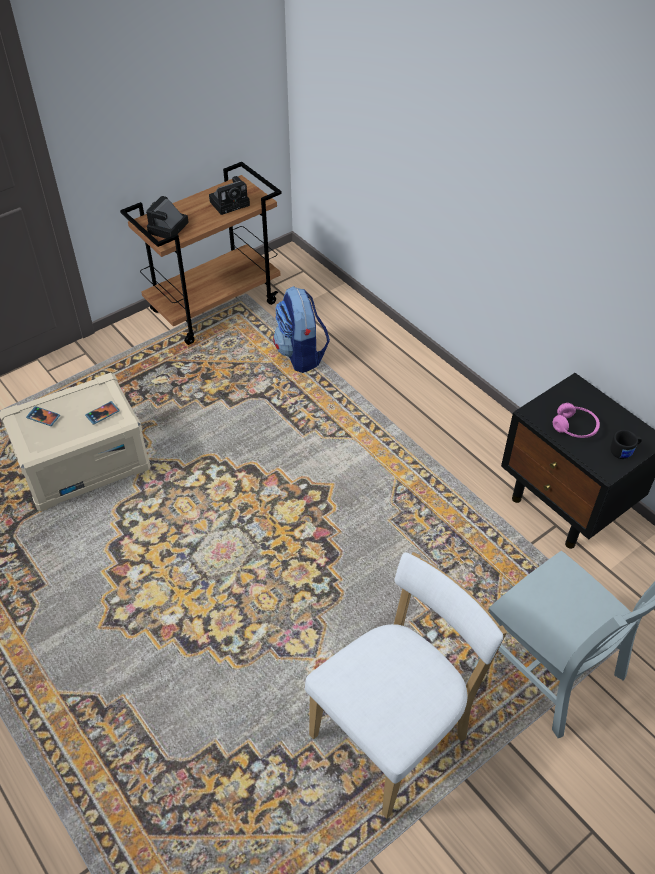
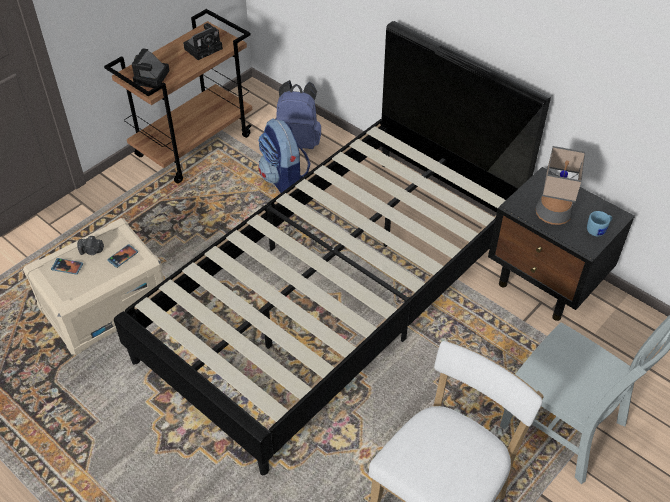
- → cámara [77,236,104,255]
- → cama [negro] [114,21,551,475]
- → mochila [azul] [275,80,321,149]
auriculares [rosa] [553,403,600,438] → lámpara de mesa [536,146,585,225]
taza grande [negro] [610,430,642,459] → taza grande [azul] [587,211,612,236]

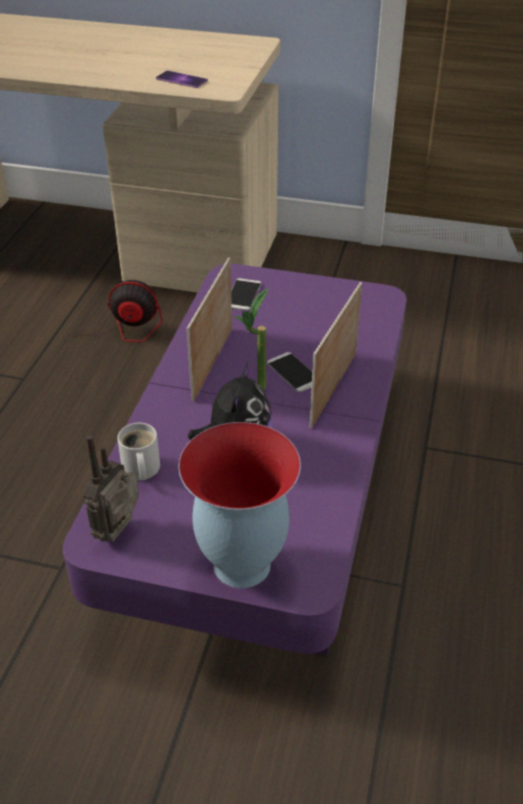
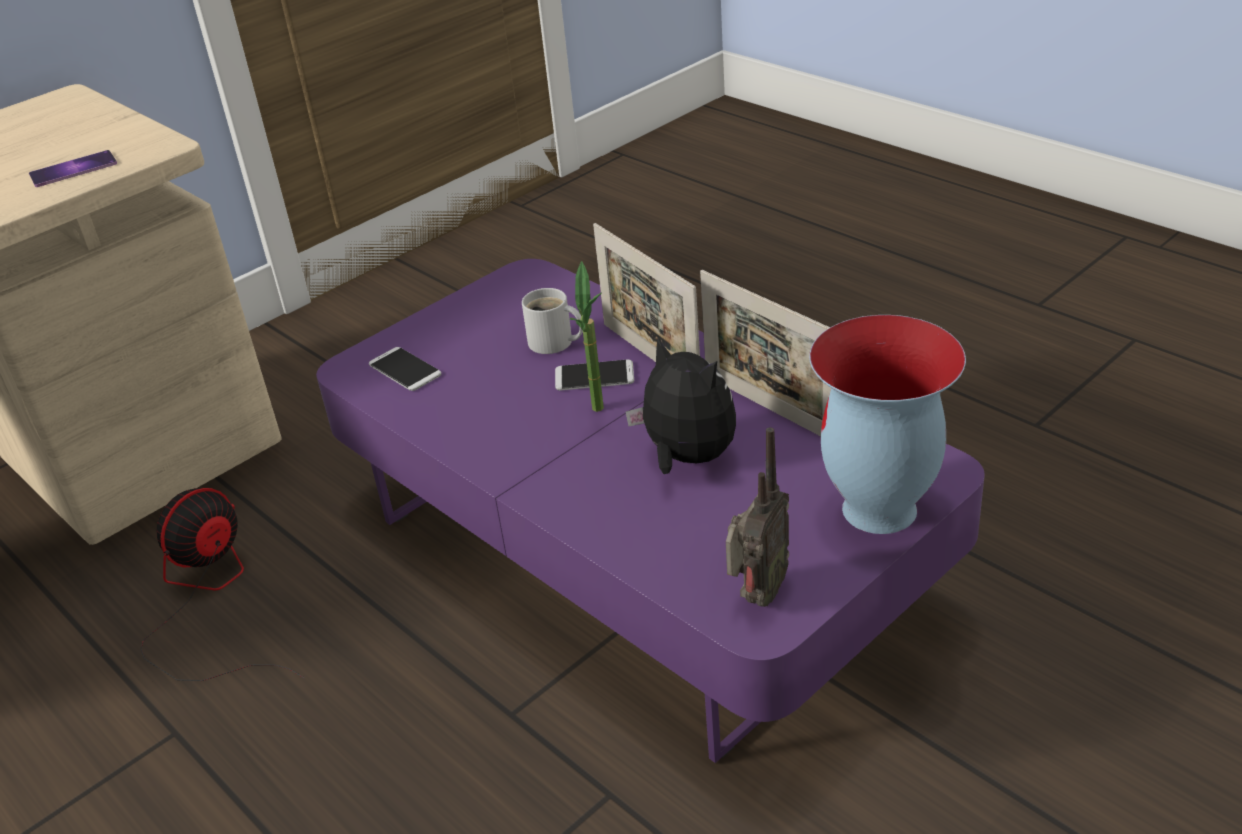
taza grande [blanco] [117,423,160,481] → taza grande [blanco] [522,288,583,354], shifted
portarretratos [187,258,232,402] → portarretratos [700,270,831,436], shifted
radio [83,435,139,542] → radio [726,427,789,607], 120 degrees counterclockwise

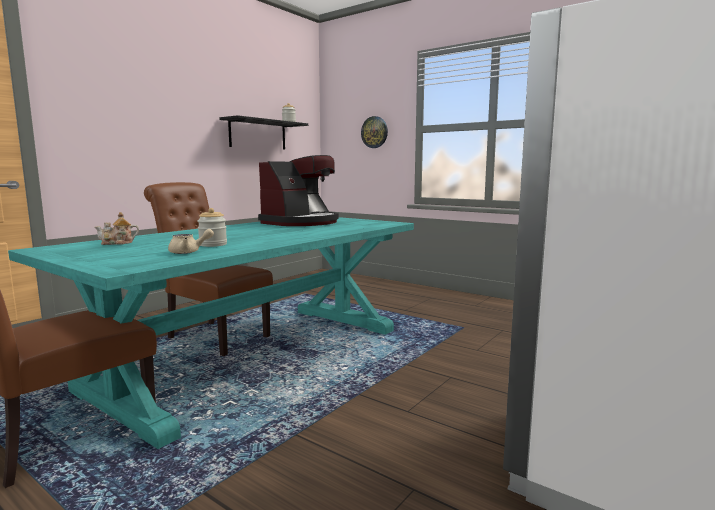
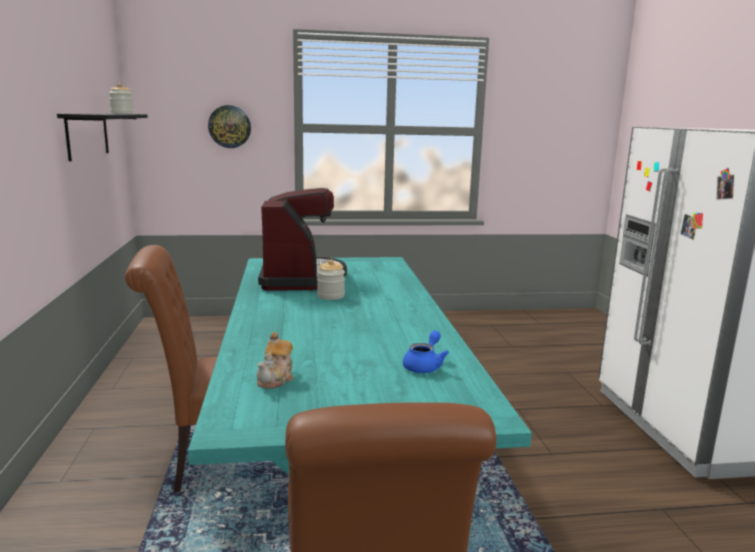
tarro [198,208,227,247] → tarro [317,259,345,300], shifted
tetera [beis] [168,229,214,254] → tetera [azul] [403,331,449,373]

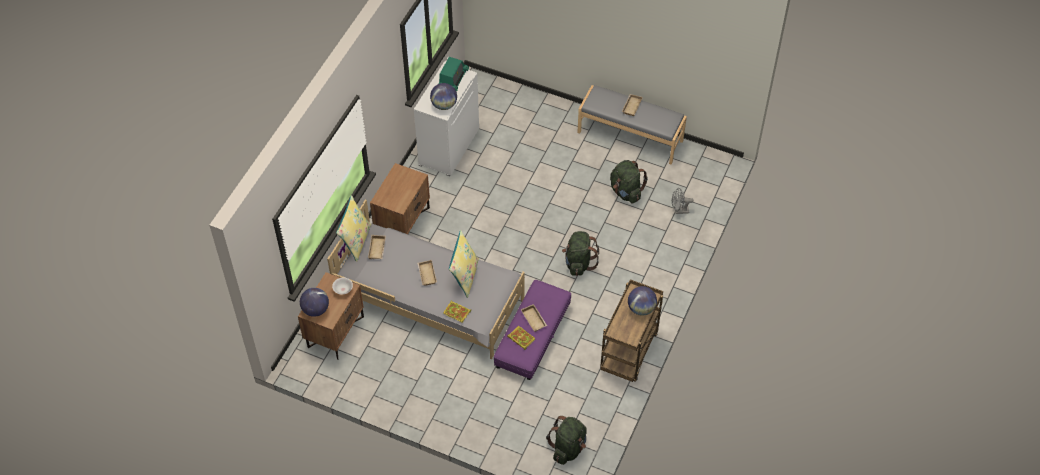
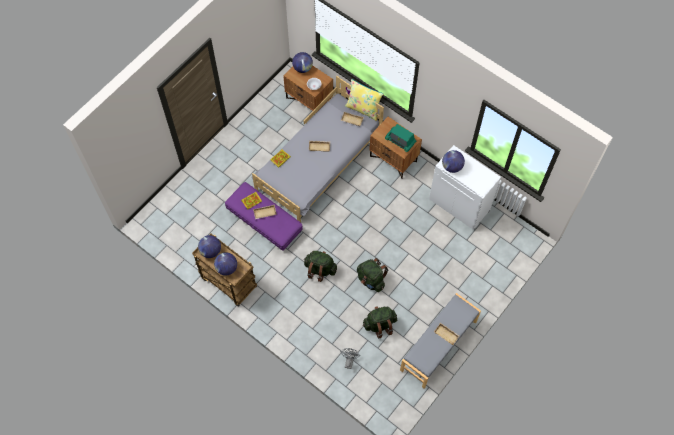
cojín [amarillo] [449,230,479,298] → -
- → globo terráqueo [198,235,221,258]
radio [439,57,469,91] → radio [385,124,416,152], shifted
mochila [verde] [546,416,587,465] → mochila [verde] [357,258,388,292], shifted

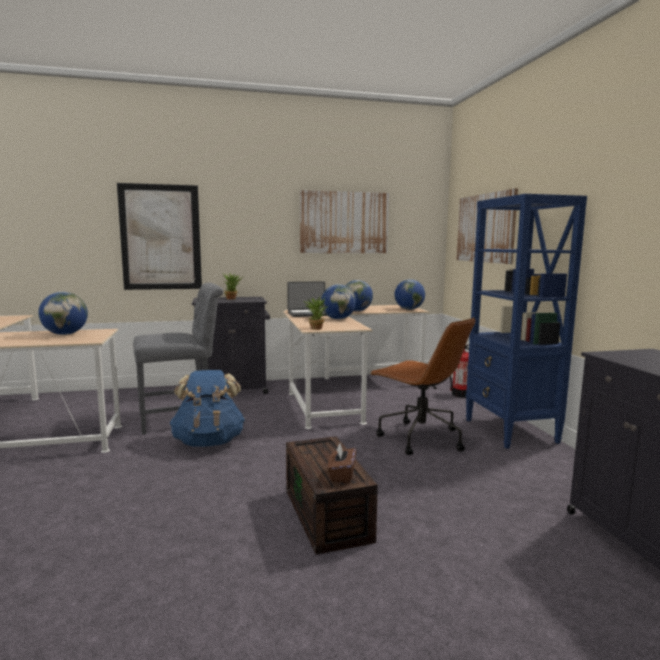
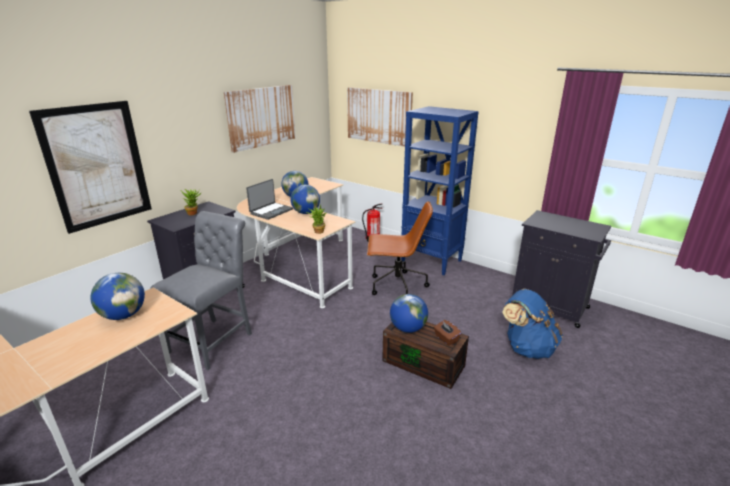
mochila [azul] [170,370,245,447] → mochila [azul] [502,289,563,359], shifted
globo terráqueo [395,279,425,310] → globo terráqueo [390,294,428,333], shifted

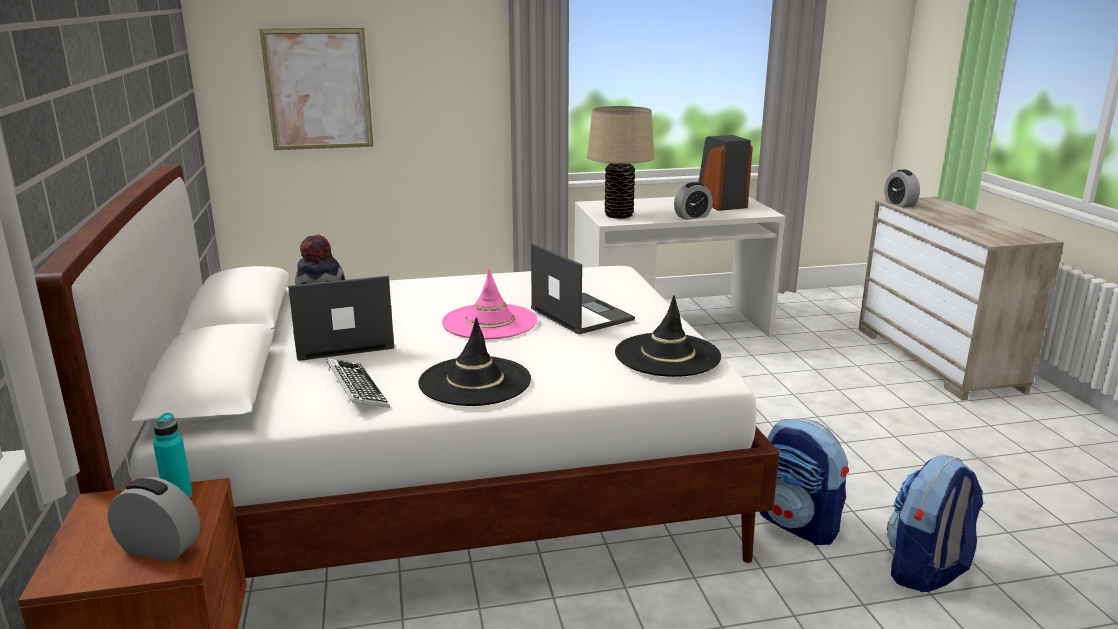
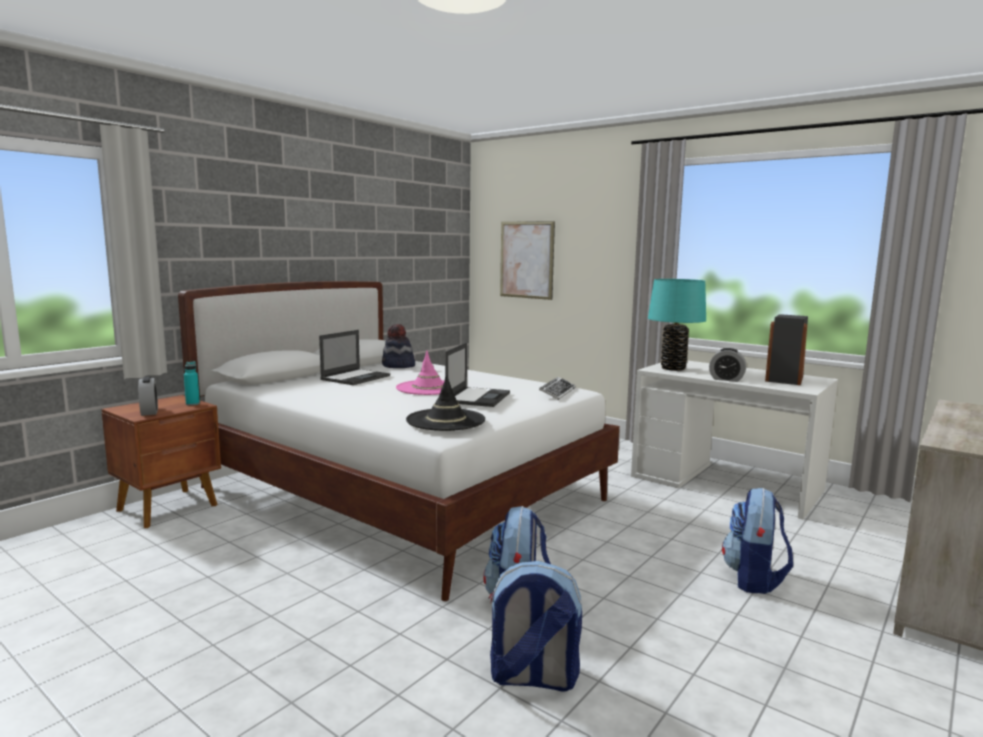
sombrero [negro] [418,318,531,406] → -
despertador [884,170,920,208] → -
- → mochila [722,488,793,594]
teclado [327,358,390,408] → teclado [539,377,576,400], shifted
lámpara de mesa [beis] [587,106,654,219] → lámpara de mesa [turquesa] [648,279,706,371]
portátil [288,276,394,361] → portátil [319,330,390,385], 90 degrees clockwise

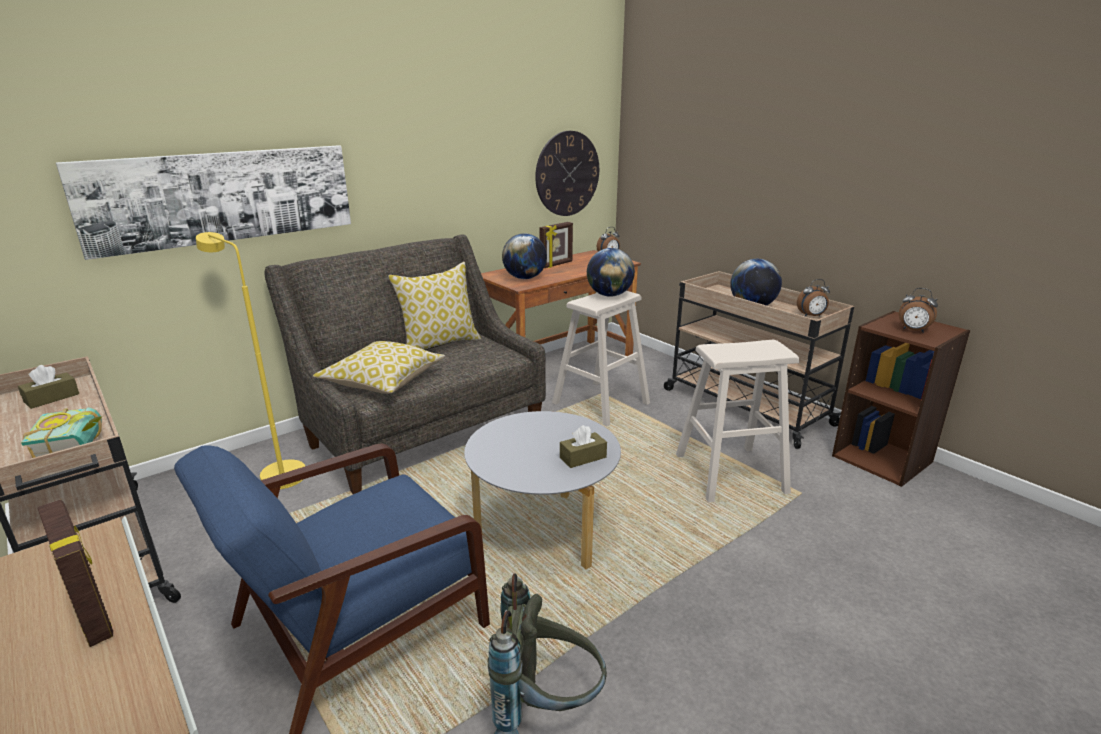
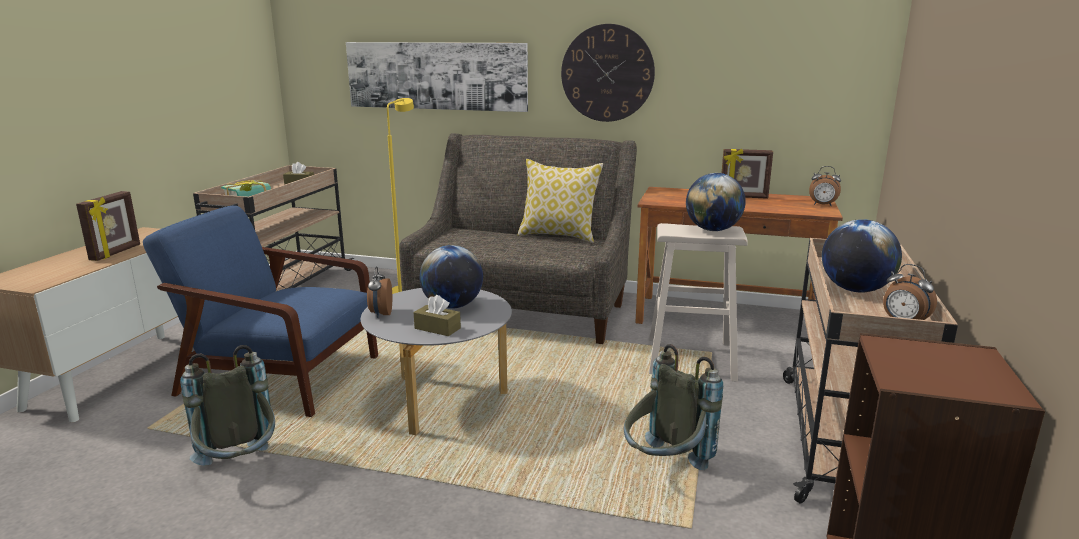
cojín [313,341,445,394] → -
globo terráqueo [502,233,547,279] → globo terráqueo [419,245,483,309], shifted
reloj de pared [535,131,599,216] → reloj de pared [561,24,655,122], shifted
despertador [899,288,938,333] → despertador [367,266,392,318], shifted
taburete [beis] [676,340,799,503] → mochila [gris] [624,344,723,470]

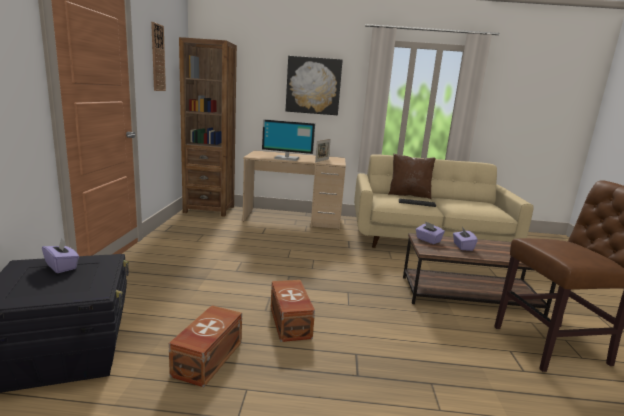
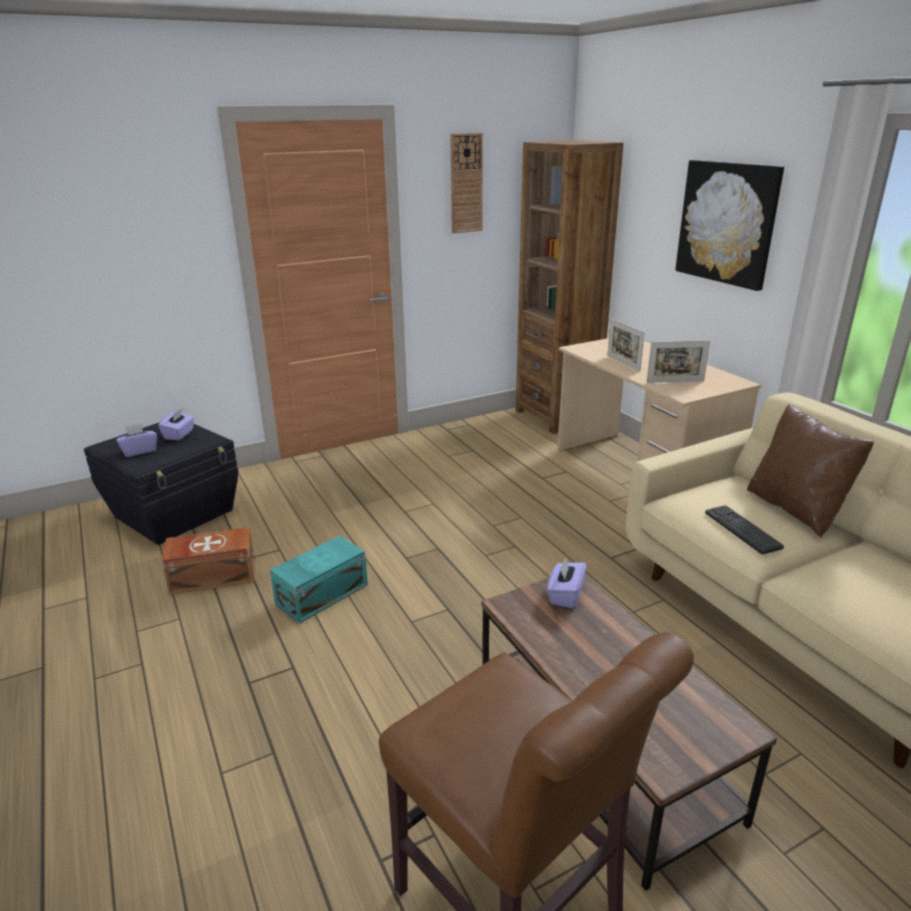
caja de pañuelos [morado] [453,227,478,251] → caja de pañuelos [morado] [116,423,157,457], shifted
monitor [262,119,315,161] → portarretratos [607,319,645,371]
caja de almacenaje [marrón] [271,280,315,342] → caja de almacenaje [turquesa] [270,536,368,624]

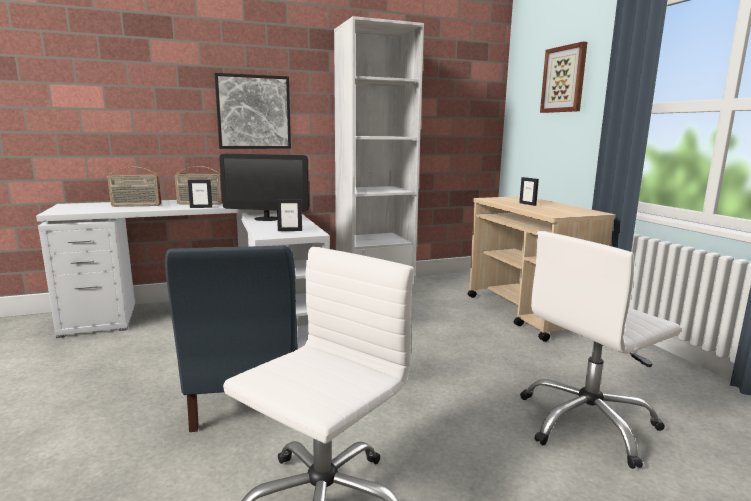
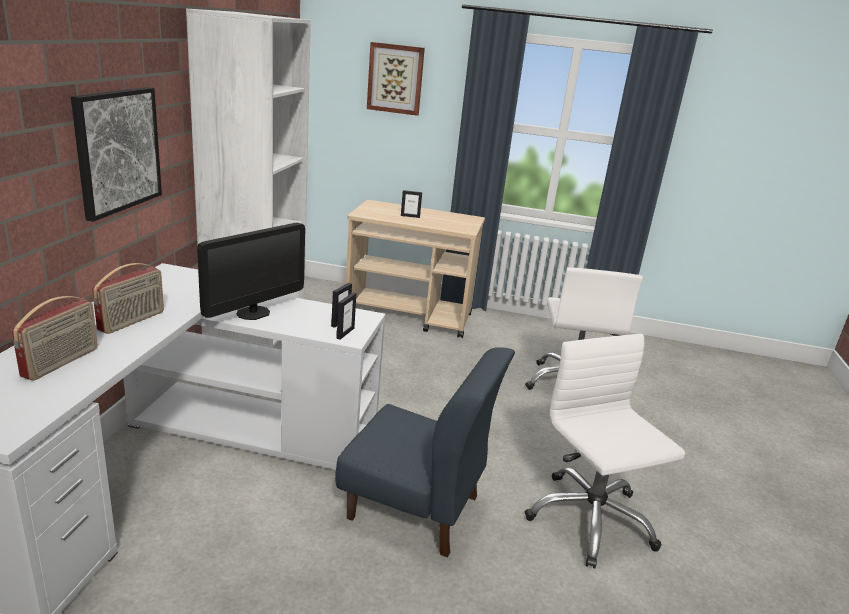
portarretratos [188,180,212,208] → portarretratos [336,293,356,340], shifted

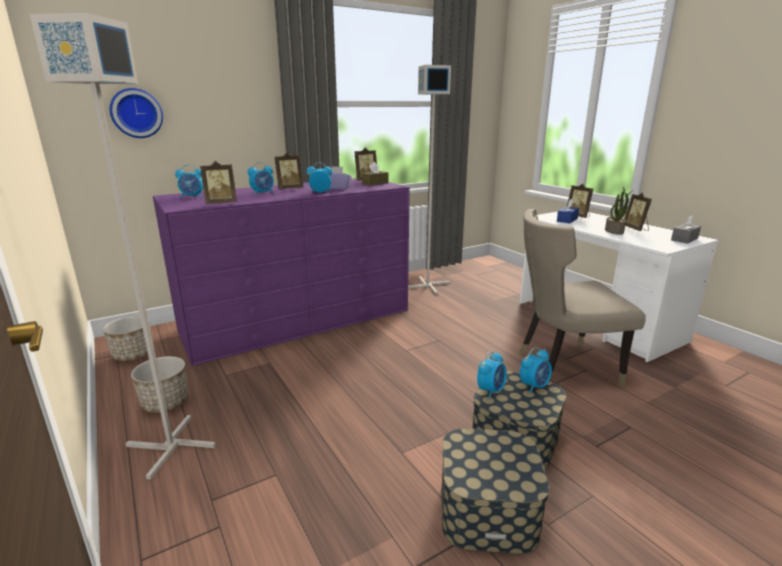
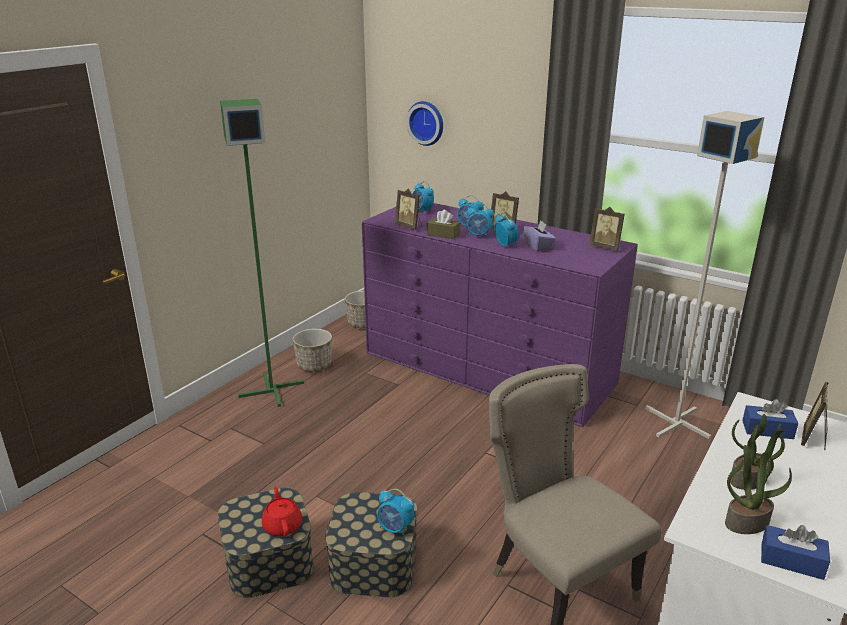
portarretratos [624,193,652,231] → -
- → tetera [rojo] [262,486,302,536]
- → planta en maceta [725,445,792,534]
caja de pañuelos [marrón] [362,162,389,186] → caja de pañuelos [marrón] [427,210,460,239], shifted
despertador [477,351,507,399] → despertador [467,203,494,238], shifted
lámpara de pie [gris] [30,13,216,479] → lámpara de pie [verde] [220,99,304,407]
caja de pañuelos [gris] [671,215,701,244] → caja de pañuelos [azul] [761,525,830,580]

